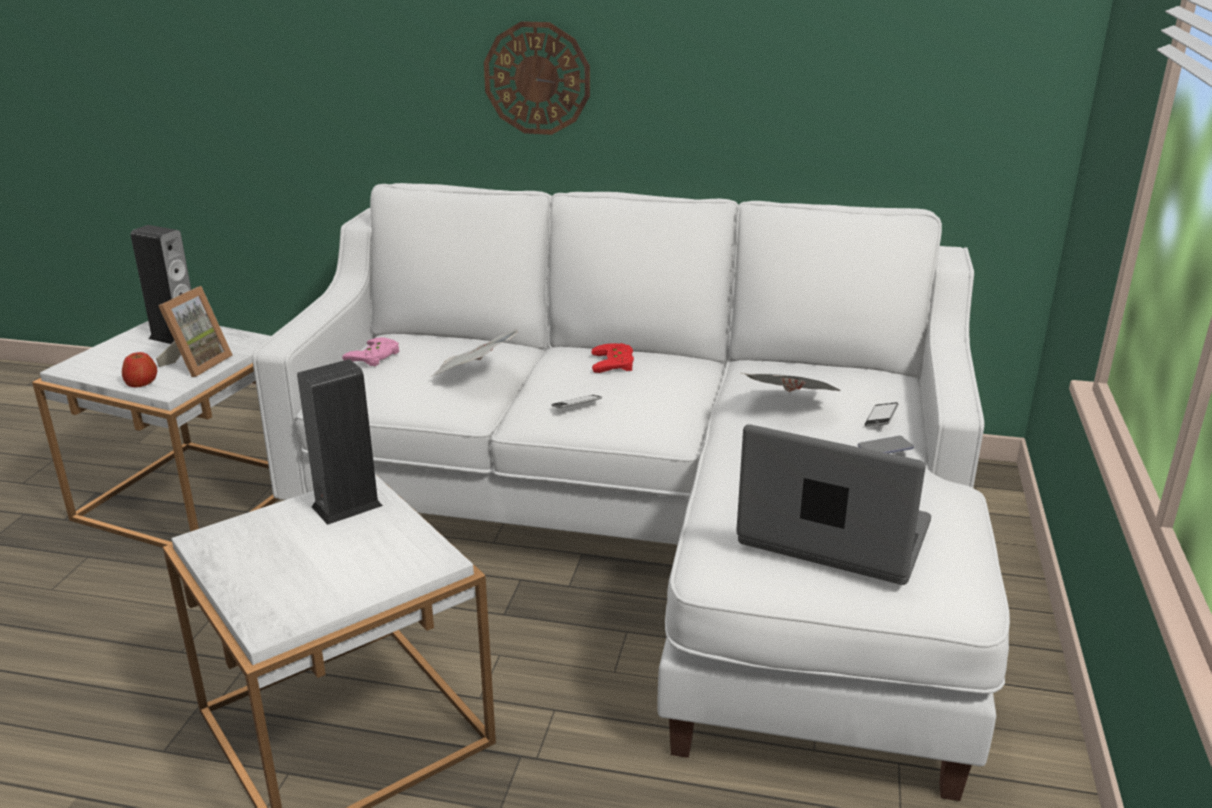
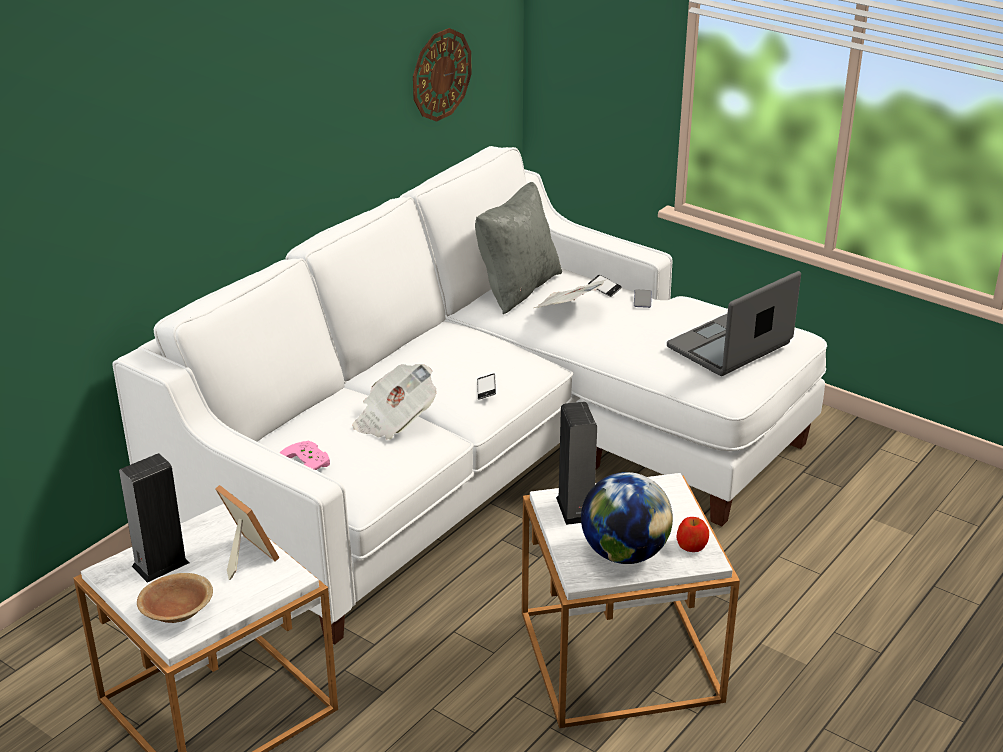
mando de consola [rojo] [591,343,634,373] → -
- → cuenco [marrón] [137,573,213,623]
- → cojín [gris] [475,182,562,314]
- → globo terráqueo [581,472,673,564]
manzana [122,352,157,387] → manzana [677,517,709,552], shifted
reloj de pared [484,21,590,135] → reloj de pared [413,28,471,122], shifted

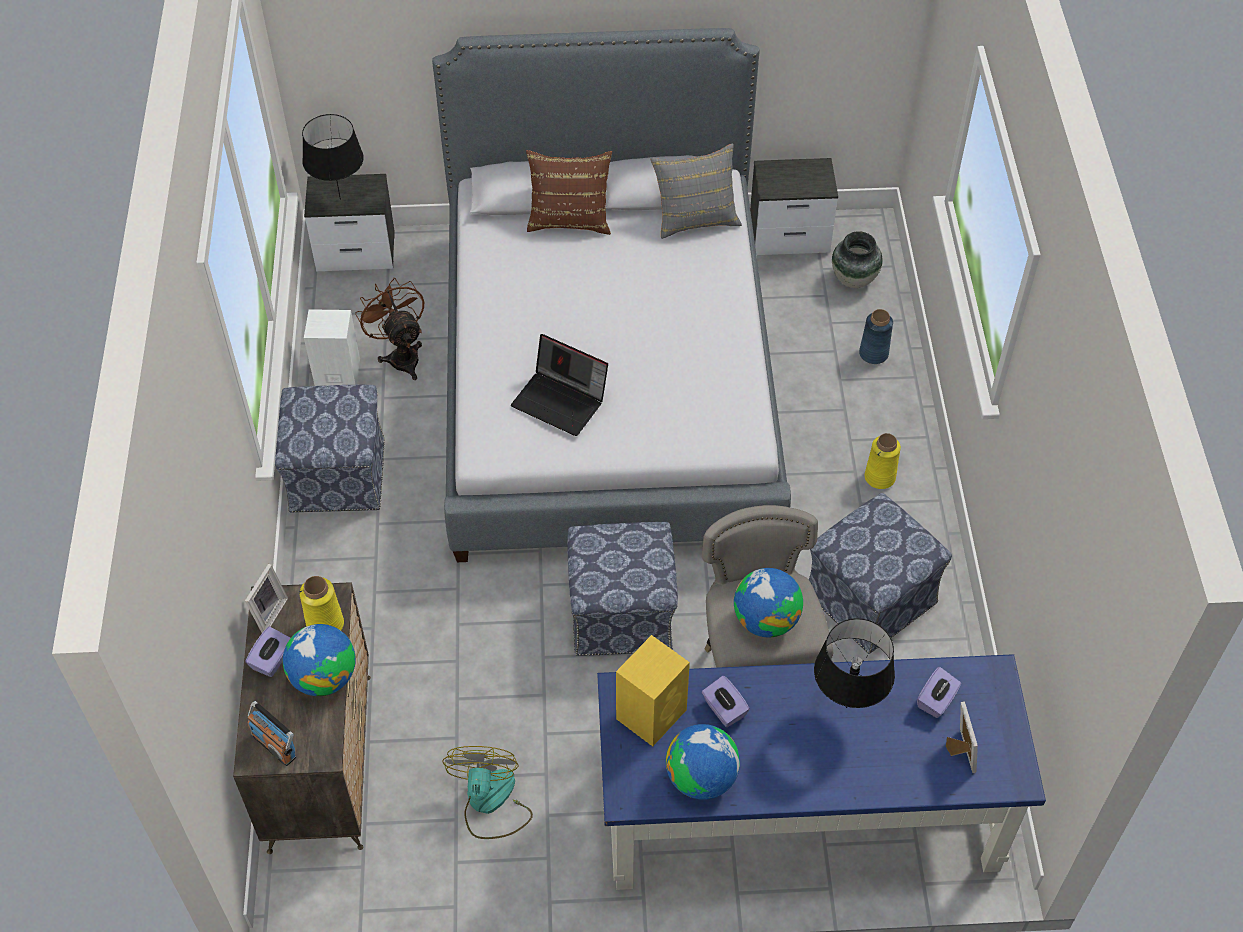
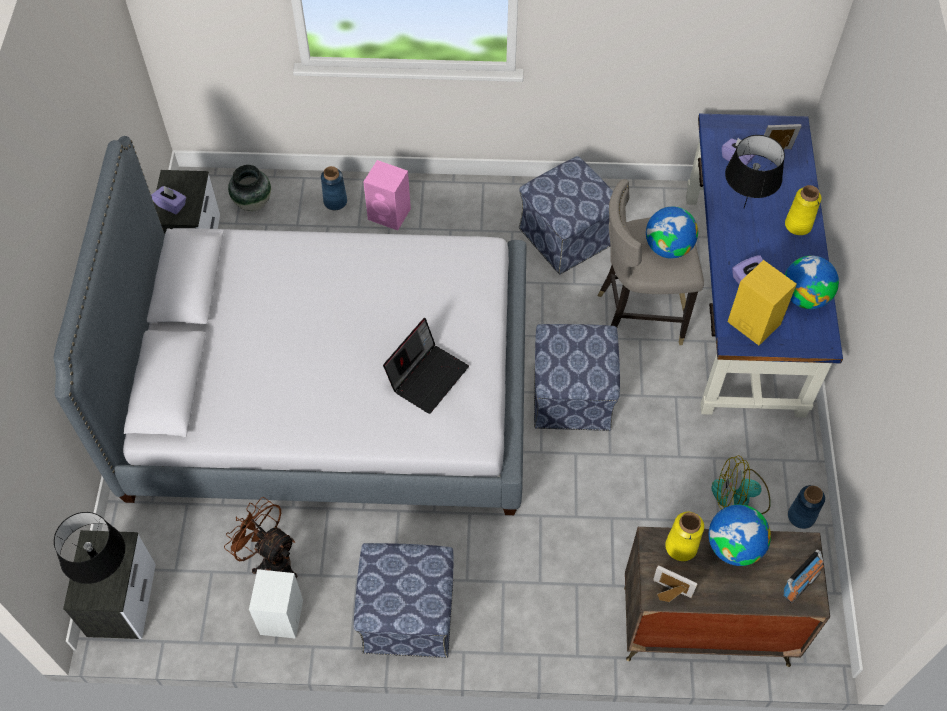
cojín [marrón] [526,150,612,235] → -
cojín [gris] [650,143,742,239] → -
- → altavoz [rosa] [363,160,411,231]
- → florero [azul] [788,485,825,529]
caja de pañuelos [morado] [246,626,290,677] → caja de pañuelos [morado] [151,186,186,214], shifted
florero [amarillo] [865,433,901,489] → florero [amarillo] [785,185,821,235], shifted
ventilador [marrón] [355,278,424,380] → ventilador [marrón] [224,497,298,578], 60 degrees clockwise

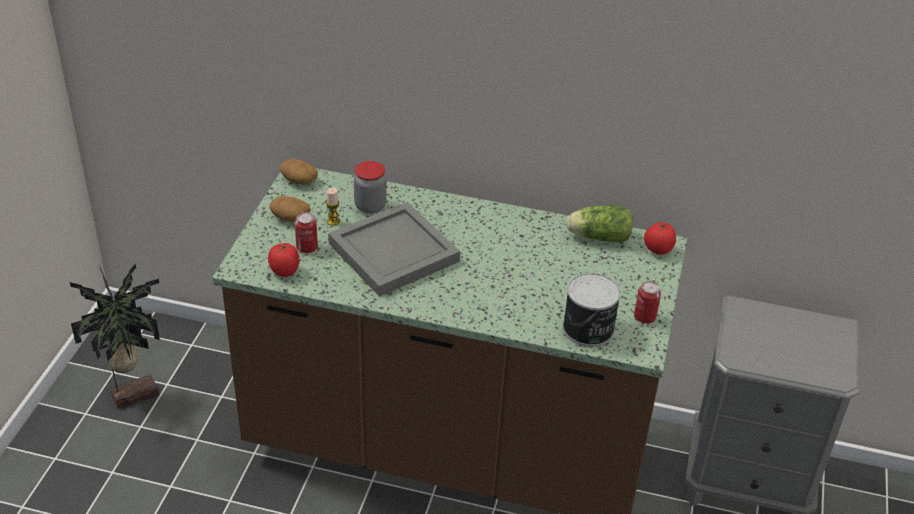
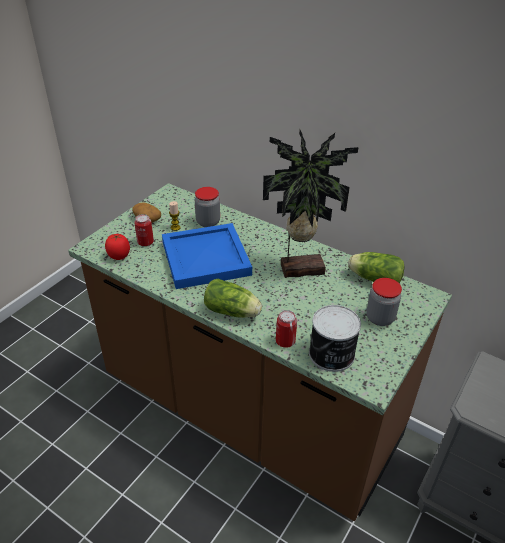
patata [279,159,318,185] → -
tomate [644,222,676,255] → -
- → lechuga [204,279,262,318]
- → tarro [366,278,402,326]
planta en maceta [70,264,160,408] → planta en maceta [263,130,359,278], shifted
lata [634,281,661,324] → lata [276,310,297,348], shifted
bandeja [gris] [328,202,460,297] → bandeja [azul] [162,223,252,289]

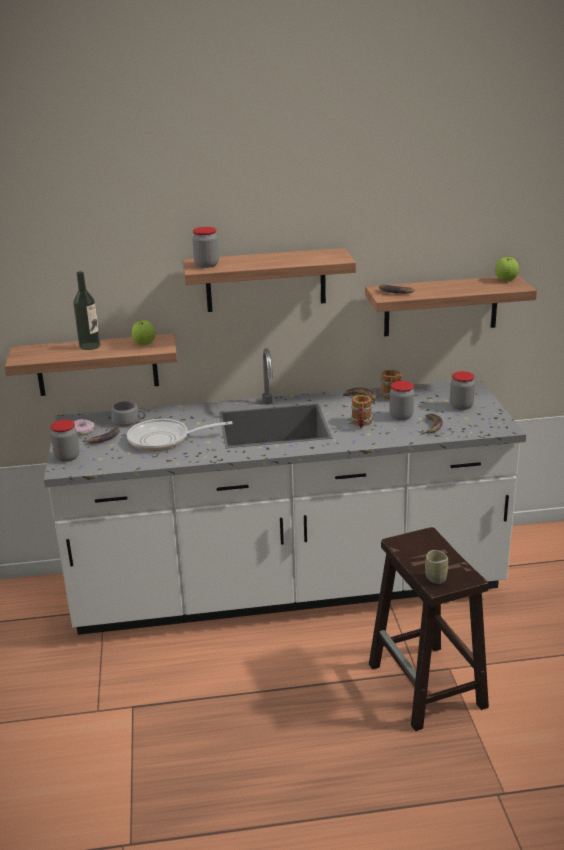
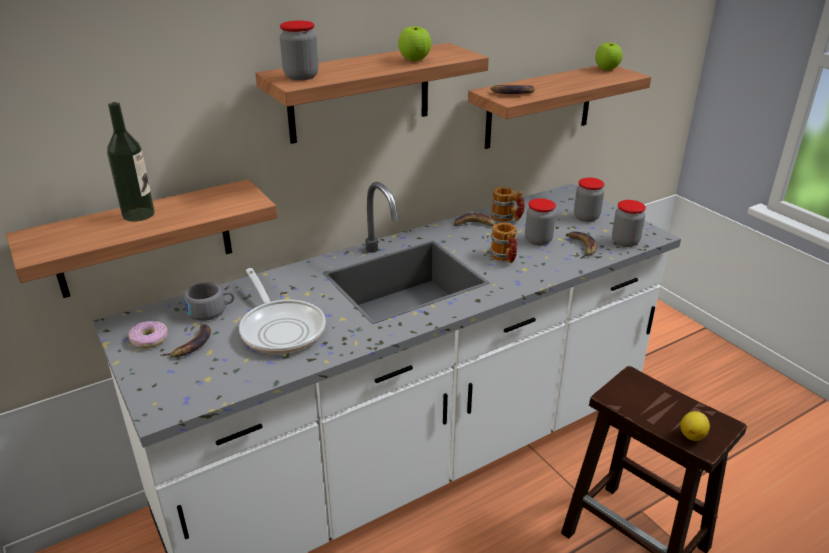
tarro [50,420,80,462] → tarro [612,200,646,247], shifted
manzana [132,320,156,345] → manzana [398,26,431,61], shifted
taza [425,550,448,584] → limón [680,411,710,441]
sartén [127,419,233,451] → sartén [239,268,326,354], 90 degrees counterclockwise

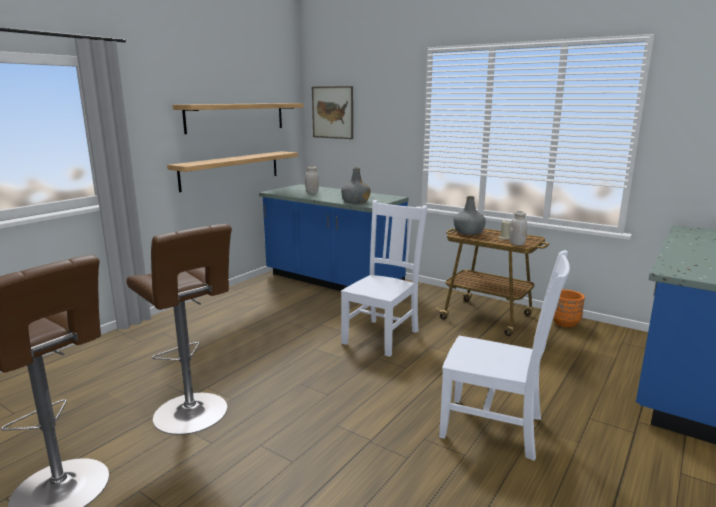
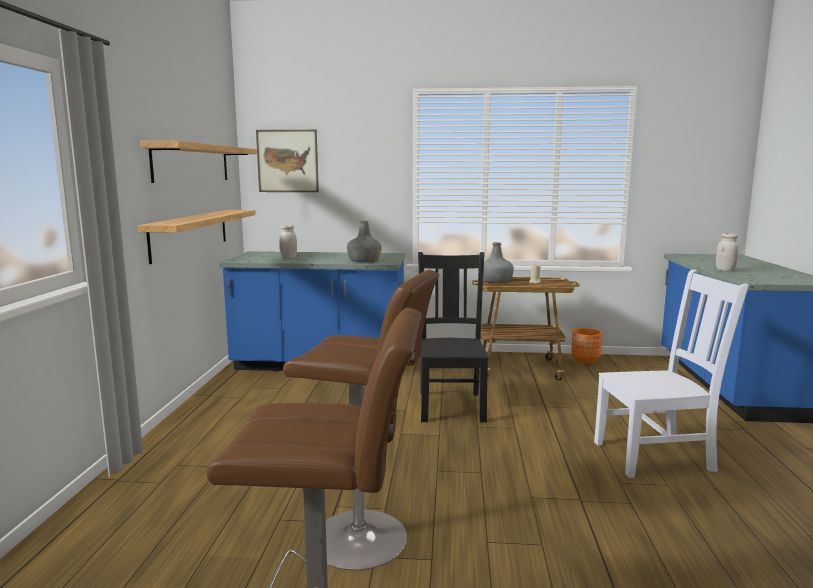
tarro [blanco] [509,211,527,246] → tarro [blanco] [716,233,739,271], shifted
silla [blanco] [341,200,428,357] → silla [negro] [418,252,489,423]

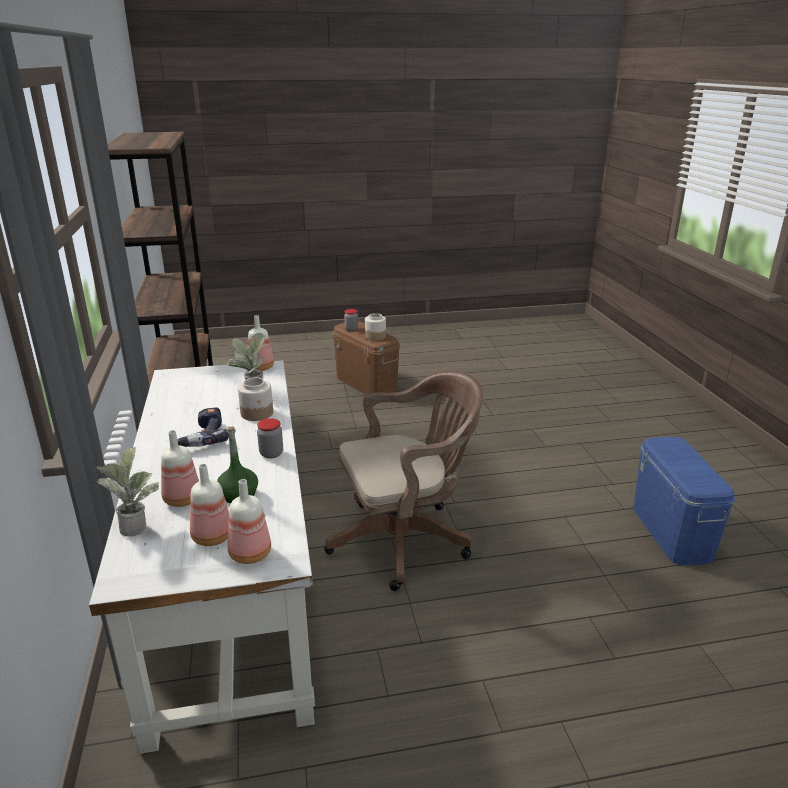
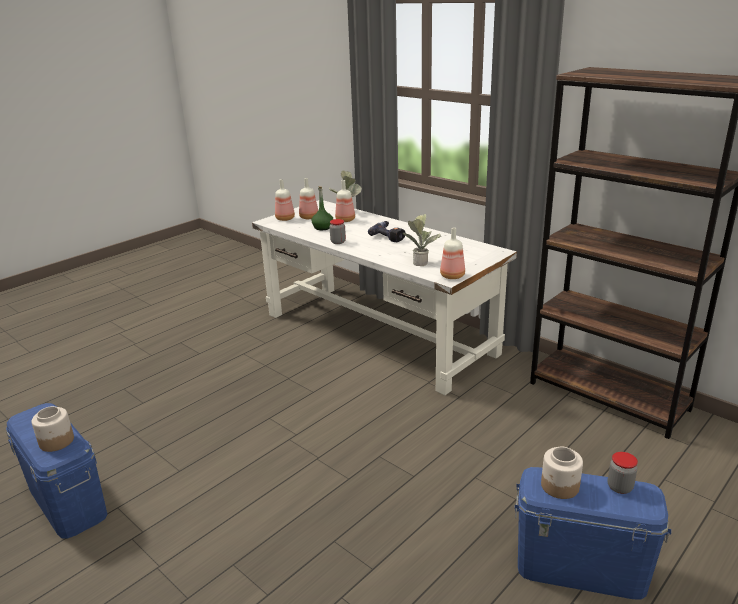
silla de oficina [marrón] [324,371,483,591] → -
tarro [238,378,273,421] → tarro [31,406,74,452], shifted
caja de almacenaje [marrón] [333,321,400,395] → caja de almacenaje [azul] [514,467,671,600]

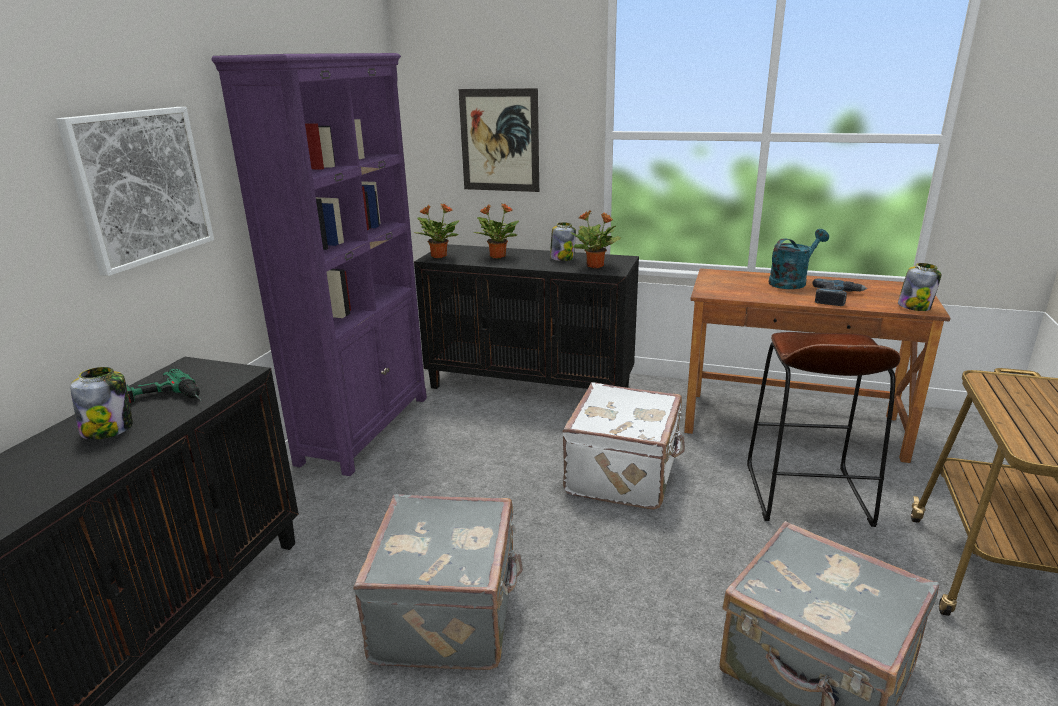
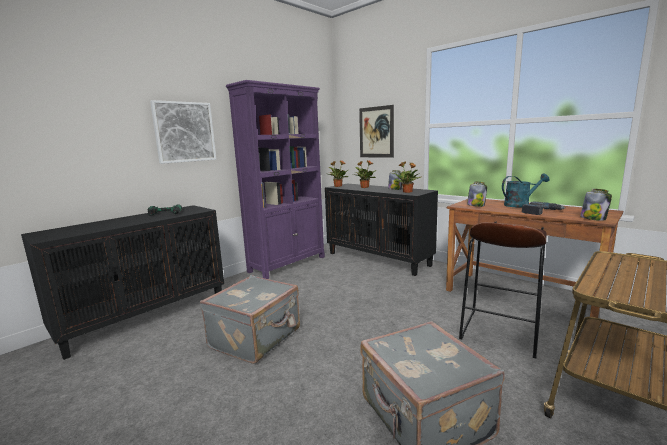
maleta [blanco] [563,382,685,510] → -
tarro [70,367,133,440] → tarro [467,182,487,207], shifted

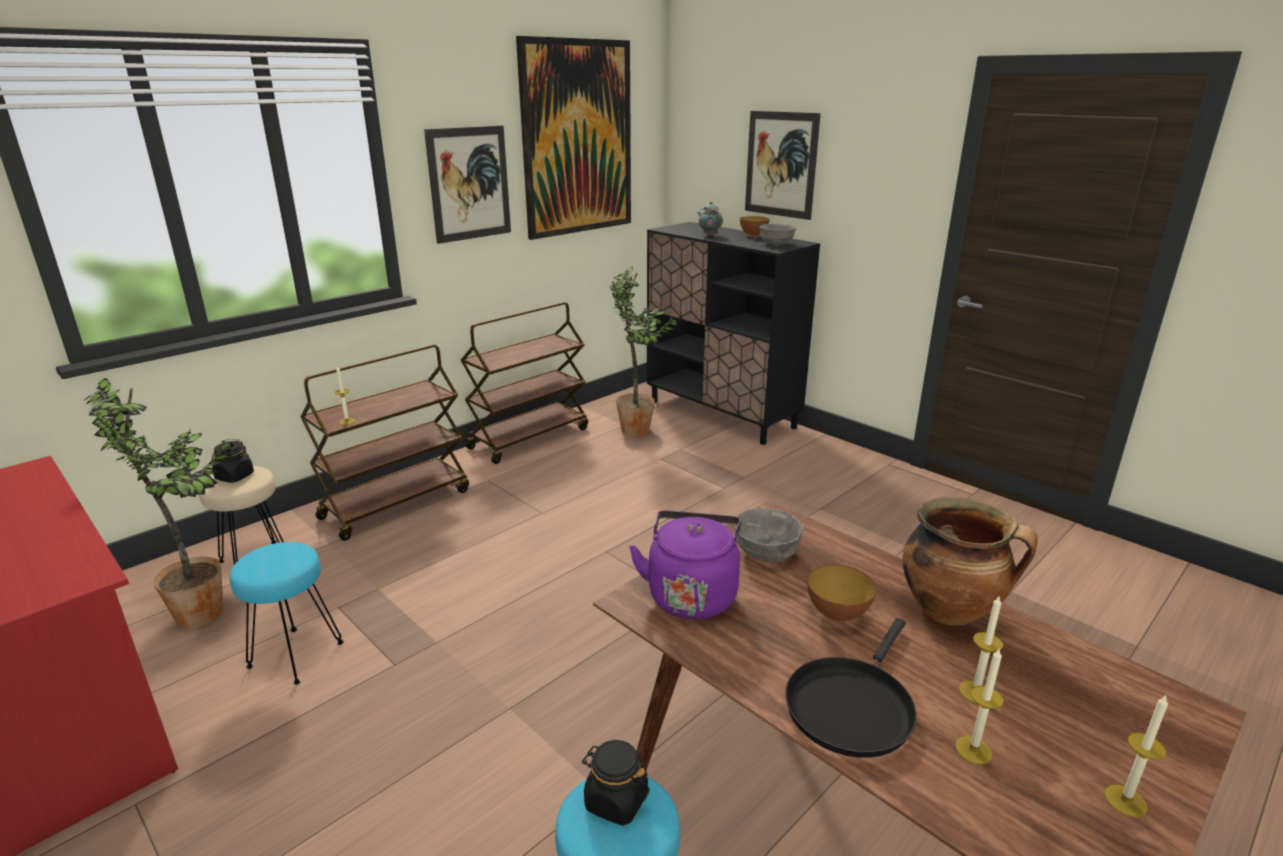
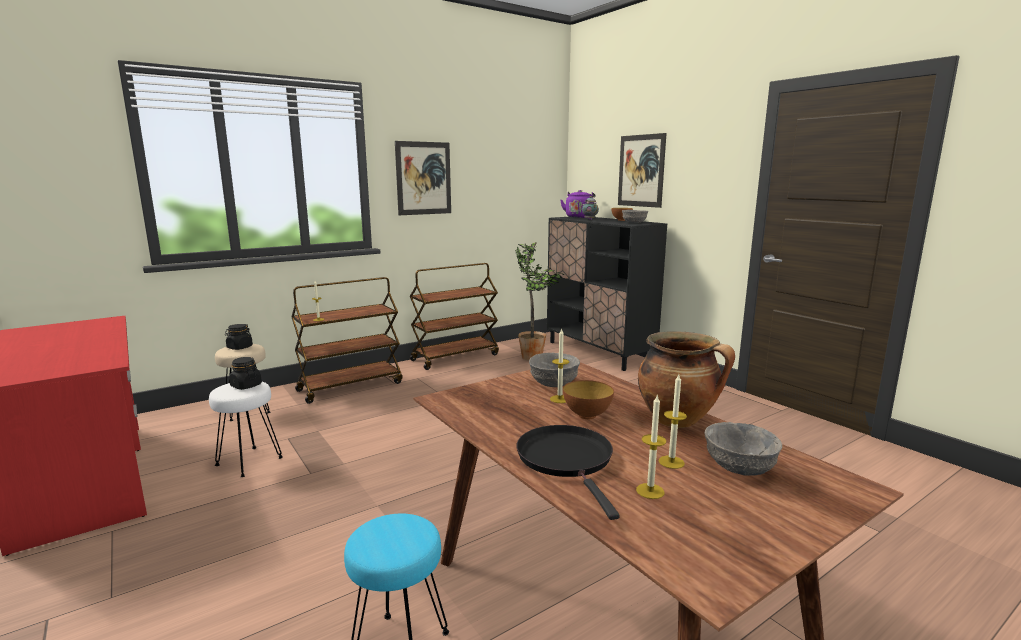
planta en maceta [83,378,241,628] → -
cuadro [516,36,631,240] → -
- → cuenco [gris] [704,422,782,476]
tarro [negro] [582,740,649,826] → tarro [negro] [229,357,262,390], shifted
hervidor [morado] [629,511,741,620] → hervidor [morado] [561,190,596,218], shifted
vela [1104,695,1168,817] → vela [550,328,569,403], shifted
taburete [turquesa] [230,542,344,685] → taburete [blanco] [209,382,283,477]
sartén [negro] [785,618,917,758] → sartén [negro] [517,425,620,520], 120 degrees clockwise

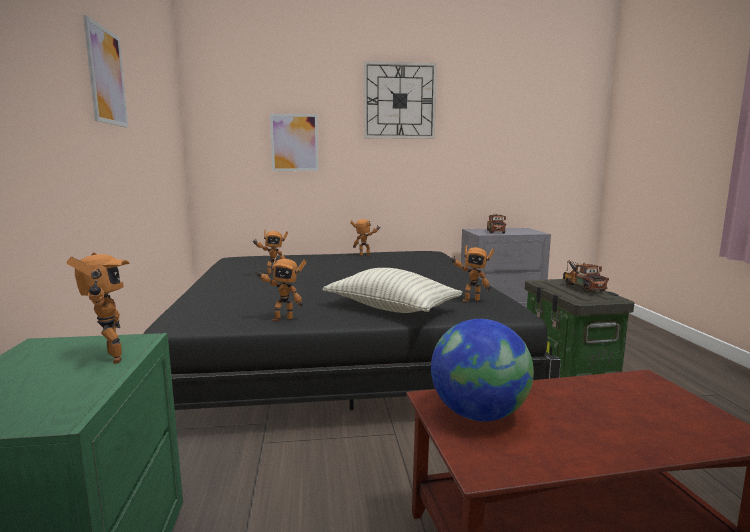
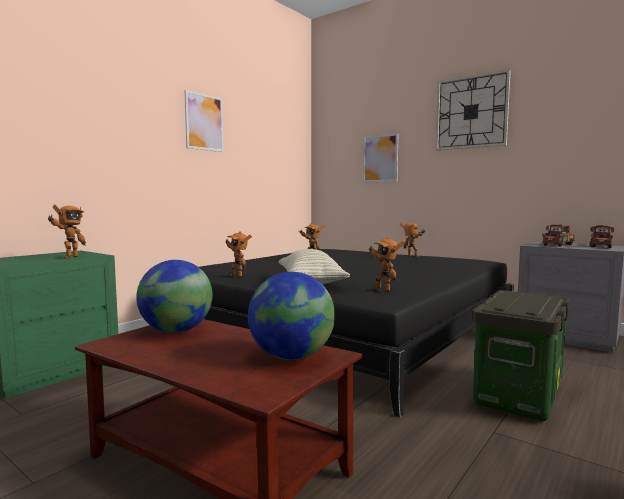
- → globo terráqueo [248,272,335,360]
camión de juguete [563,260,609,292] → camión de juguete [589,225,614,248], shifted

